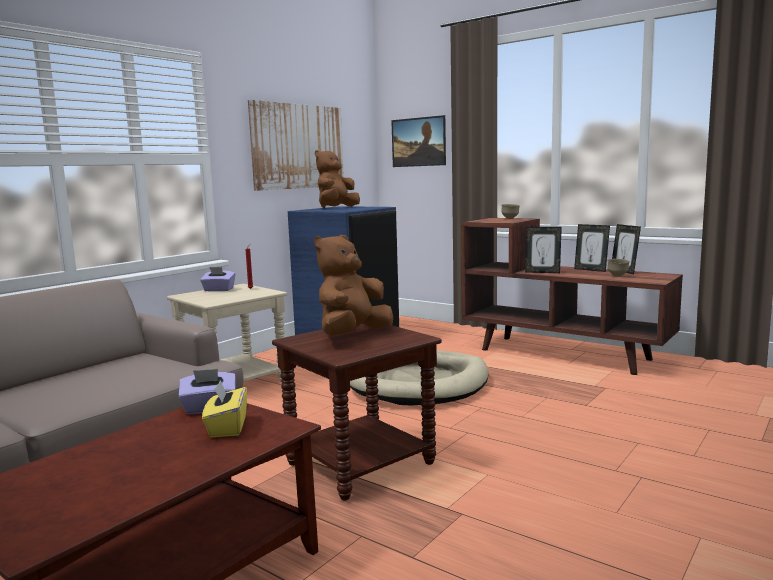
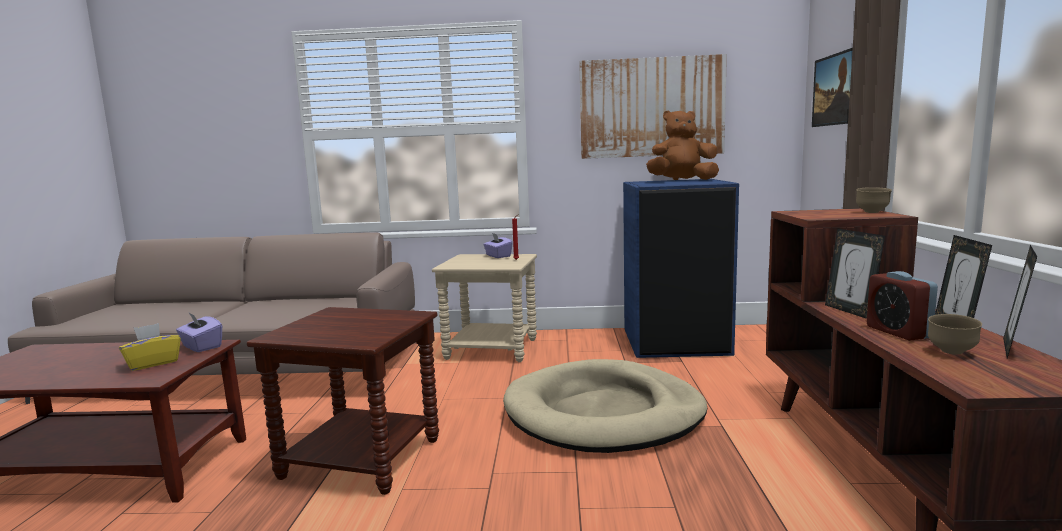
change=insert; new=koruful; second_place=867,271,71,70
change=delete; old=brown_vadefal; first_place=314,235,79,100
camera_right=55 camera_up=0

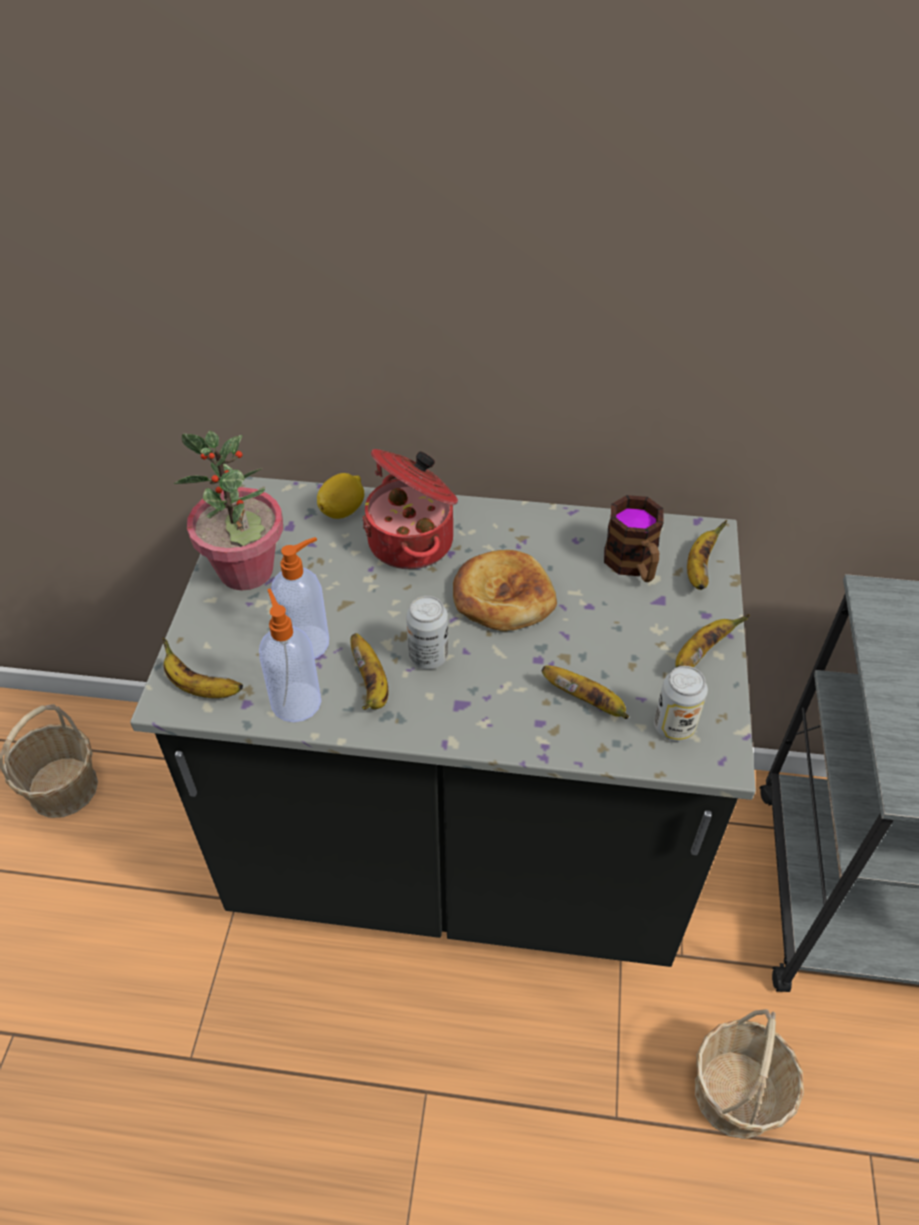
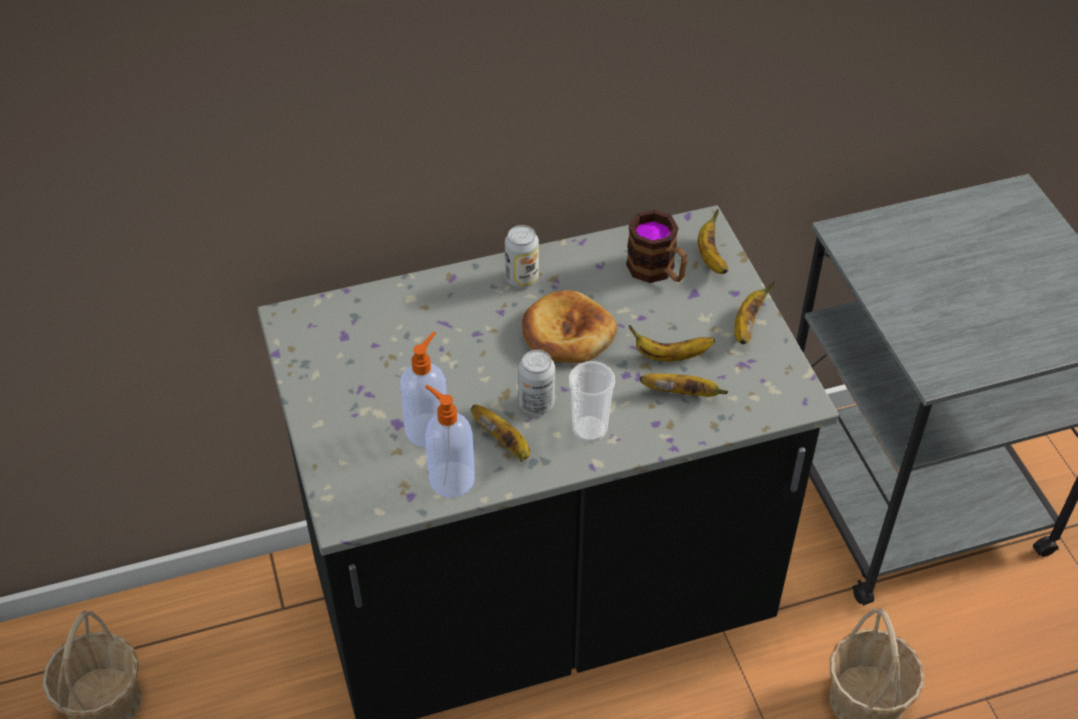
change=move; old=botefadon; first_place=654,666,54,76; second_place=505,225,34,63
change=insert; new=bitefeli; second_place=569,361,46,81
change=move; old=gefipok; first_place=163,637,80,61; second_place=629,325,86,37
change=delete; old=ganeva; first_place=174,431,109,159
change=delete; old=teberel; first_place=317,473,47,46
change=delete; old=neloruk; first_place=362,449,96,120
camera_right=-25 camera_up=0

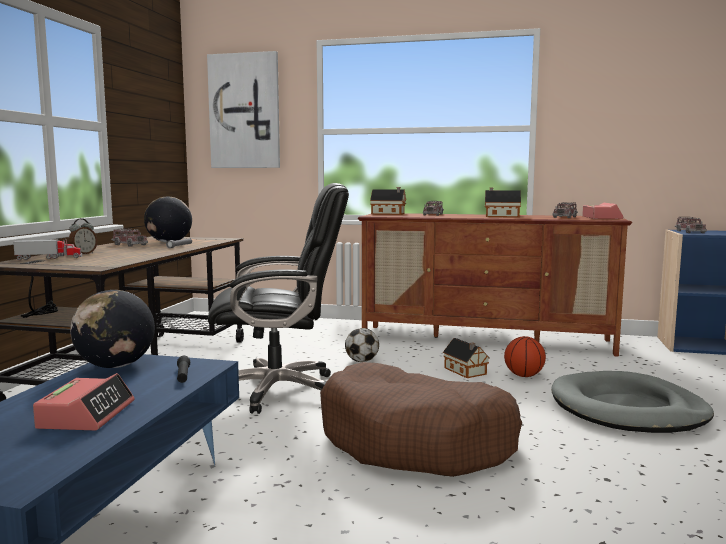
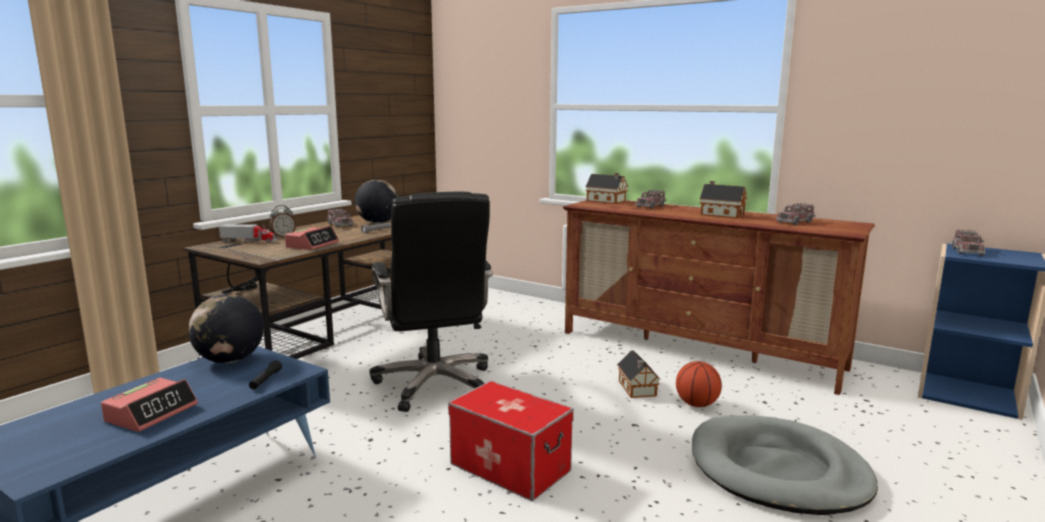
change=move; old=koruful; first_place=582,203,41,16; second_place=285,226,54,24
change=rotate; old=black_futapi; first_place=208,183,141,231; second_place=370,192,123,220; degrees=60
change=replace; old=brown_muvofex; new=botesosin; first_place=320,362,202,115; second_place=448,381,126,120
change=delete; old=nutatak; first_place=207,51,73,117
change=delete; old=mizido; first_place=345,328,34,34
camera_right=20 camera_up=5

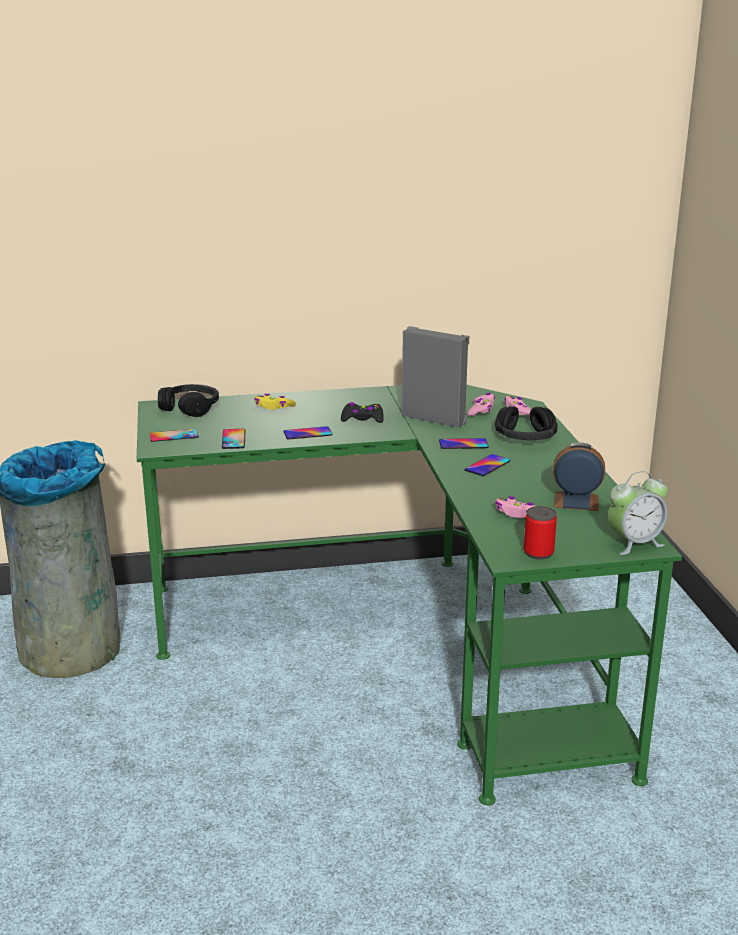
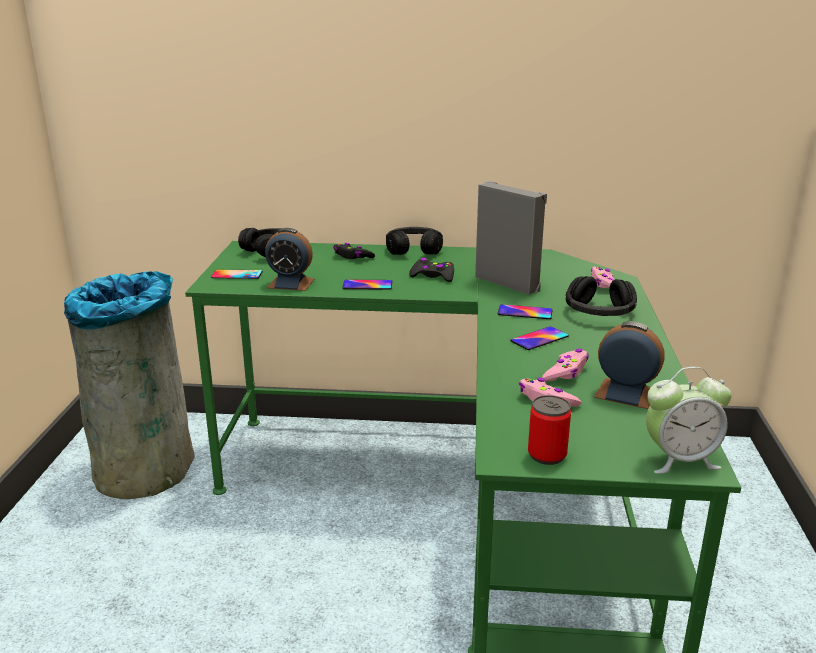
change=replace; old=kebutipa; new=koruful; first_place=222,429,23,20; second_place=265,228,49,63
change=recolor; old=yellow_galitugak; new=black_galitugak; first_place=254,394,42,16; second_place=333,243,42,16
change=insert; new=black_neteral; second_place=386,227,57,28
change=move; old=pink_galitugak; first_place=467,393,28,23; second_place=542,349,47,32
camera_right=15 camera_up=0

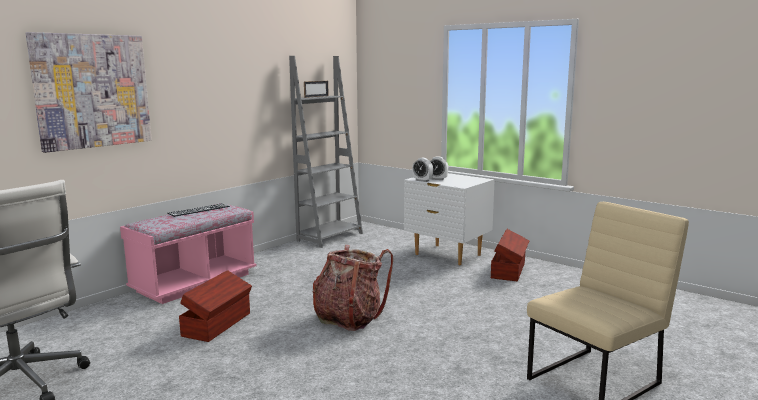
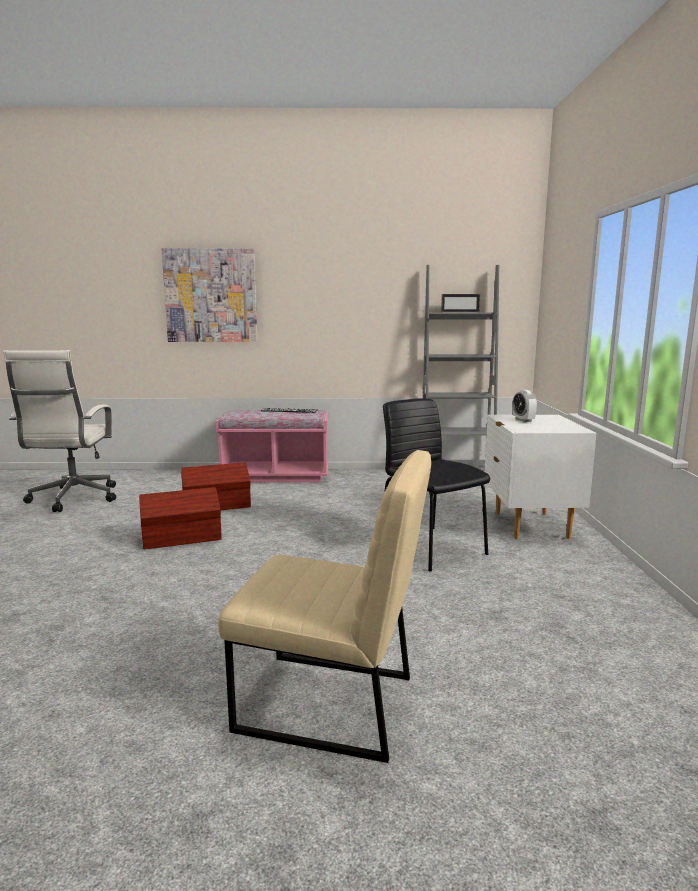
change=move; old=brown_botesosin; first_place=491,229,38,52; second_place=139,487,83,63
change=insert; new=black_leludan; second_place=383,398,107,174
change=delete; old=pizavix; first_place=313,245,80,86
change=delete; old=koruful; first_place=412,158,21,24
camera_right=50 camera_up=0

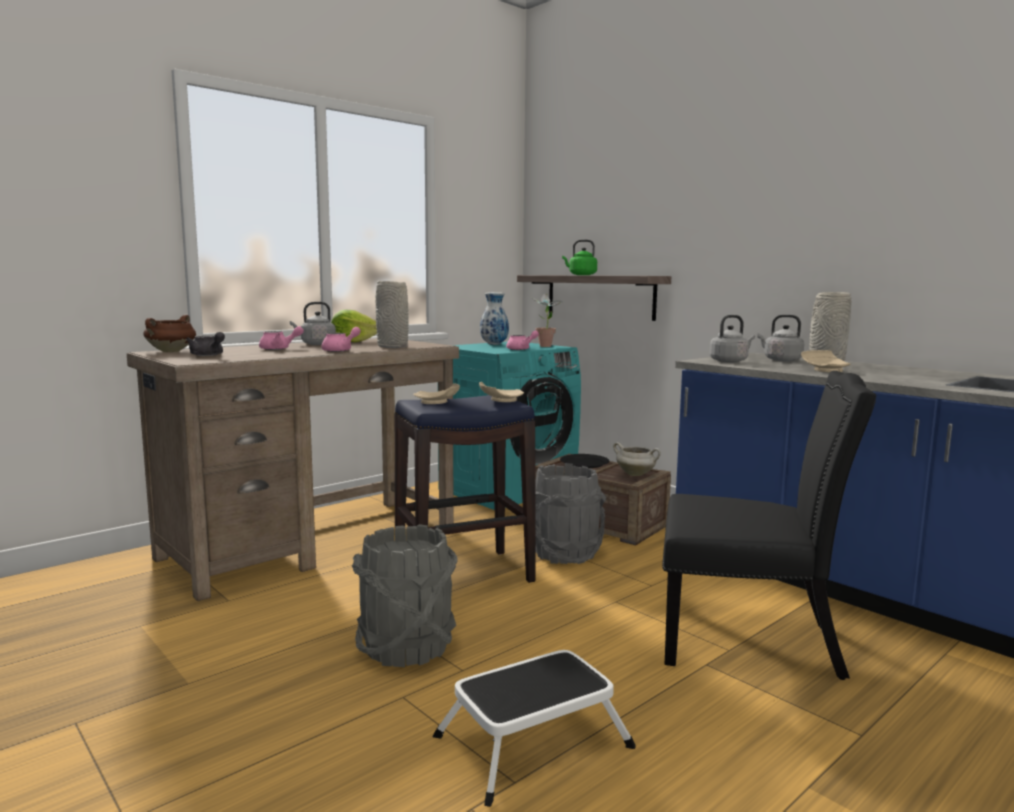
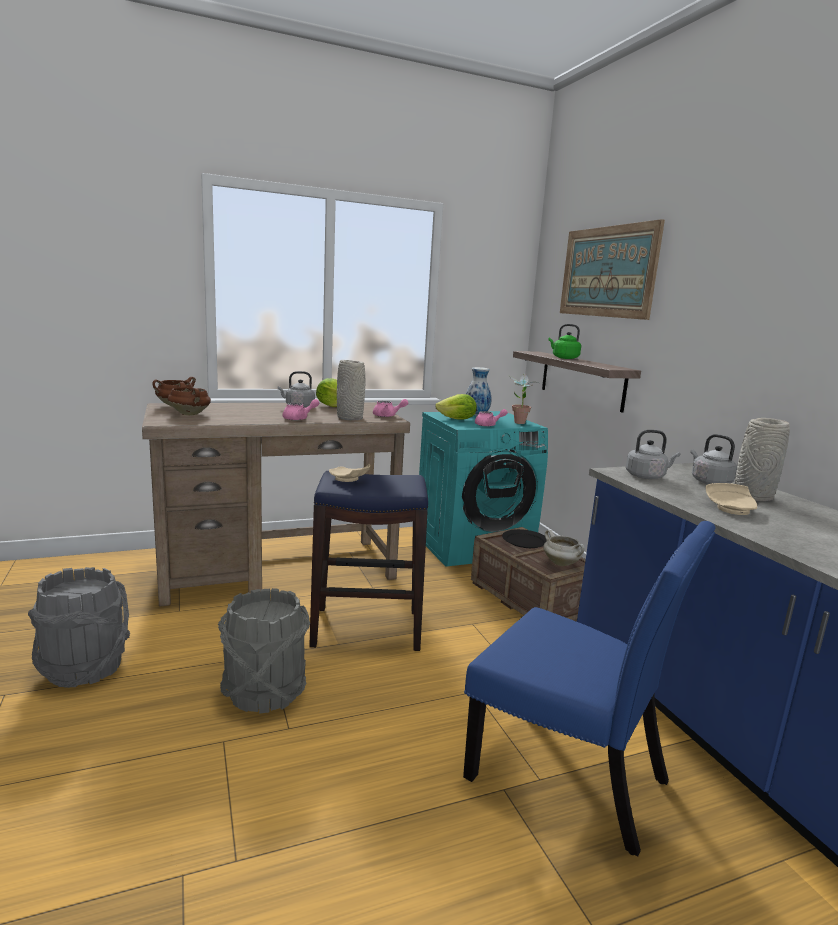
change=move; old=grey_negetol; first_place=535,463,71,101; second_place=28,567,103,121
change=replace; old=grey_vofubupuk; new=brown_neloruk; first_place=186,332,39,24; second_place=168,382,43,33
change=move; old=pink_vofubupuk; first_place=259,326,45,24; second_place=373,399,35,18
change=insert; new=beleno; second_place=435,394,42,26
change=recolor; old=black_leludan; new=blue_leludan; first_place=662,371,214,309; second_place=463,521,252,335
change=insert; new=nutatak; second_place=560,219,105,101
change=delete; old=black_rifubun; first_place=432,650,204,157
change=delete; old=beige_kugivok; first_place=479,382,45,20
camera_right=20 camera_up=5

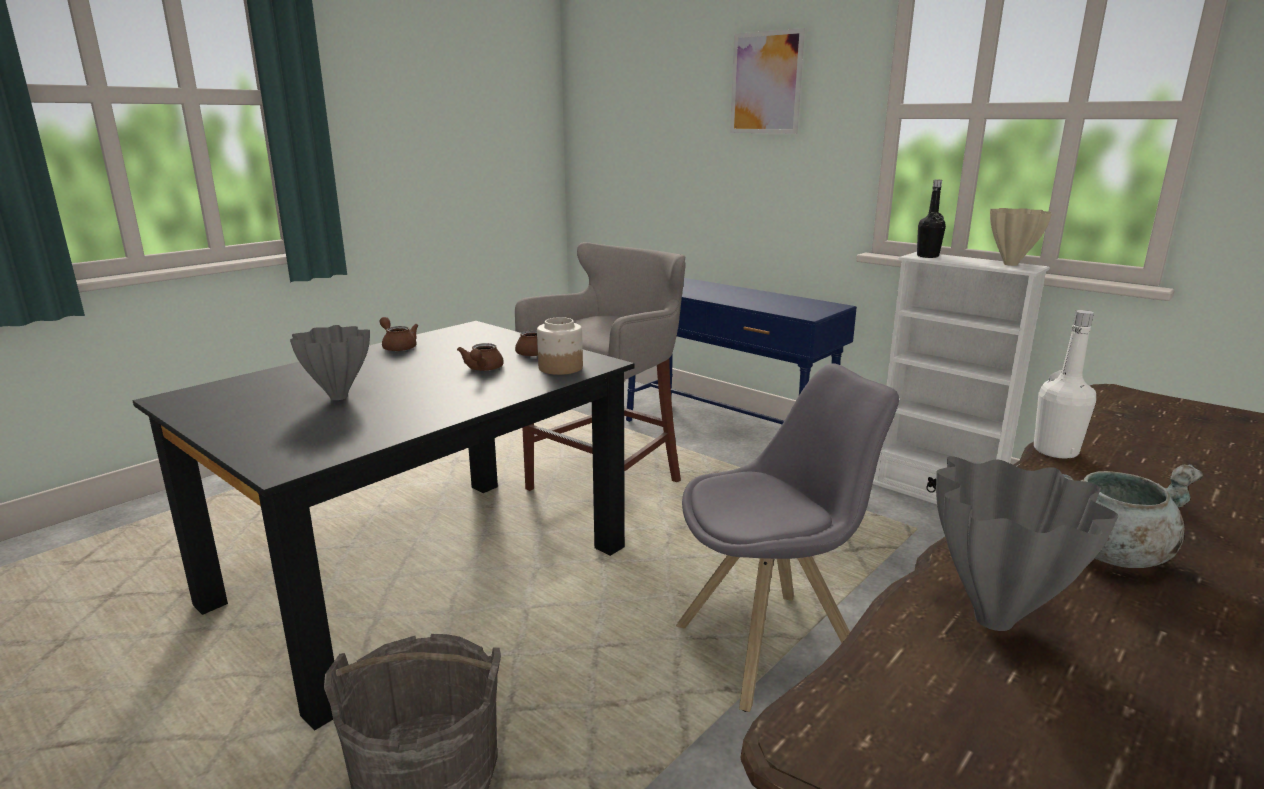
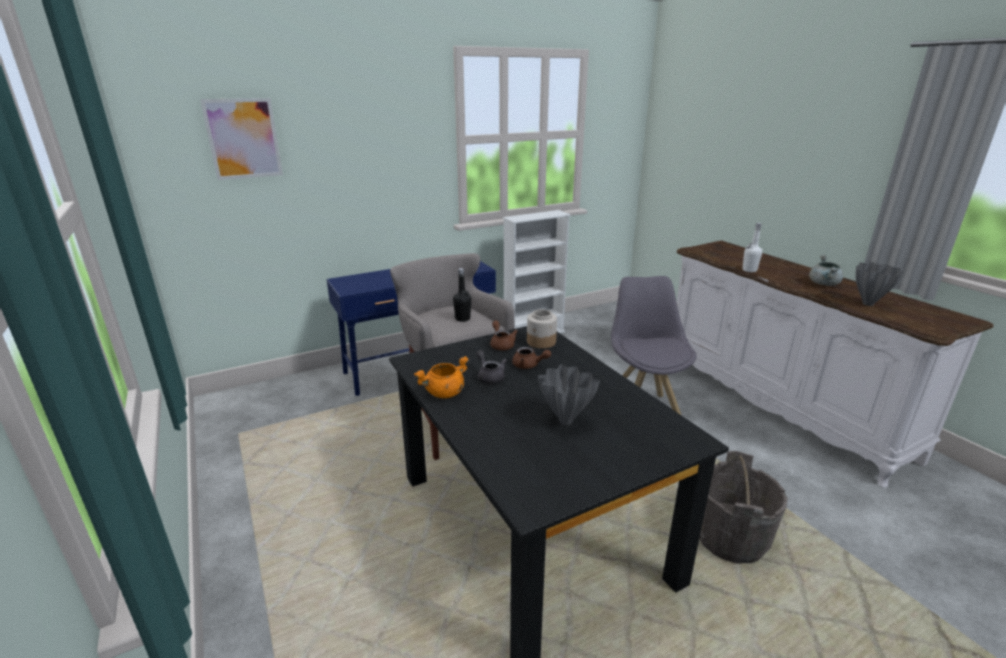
change=move; old=nutatak; first_place=730,28,75,106; second_place=200,98,83,82
change=replace; old=brown_vofubupuk; new=orange_neloruk; first_place=380,317,38,34; second_place=414,356,55,42
change=move; old=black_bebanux; first_place=917,180,29,78; second_place=453,268,18,54
change=insert; new=grey_vofubupuk; second_place=476,350,31,34
change=delete; old=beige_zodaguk; first_place=990,208,62,58
camera_right=-70 camera_up=5

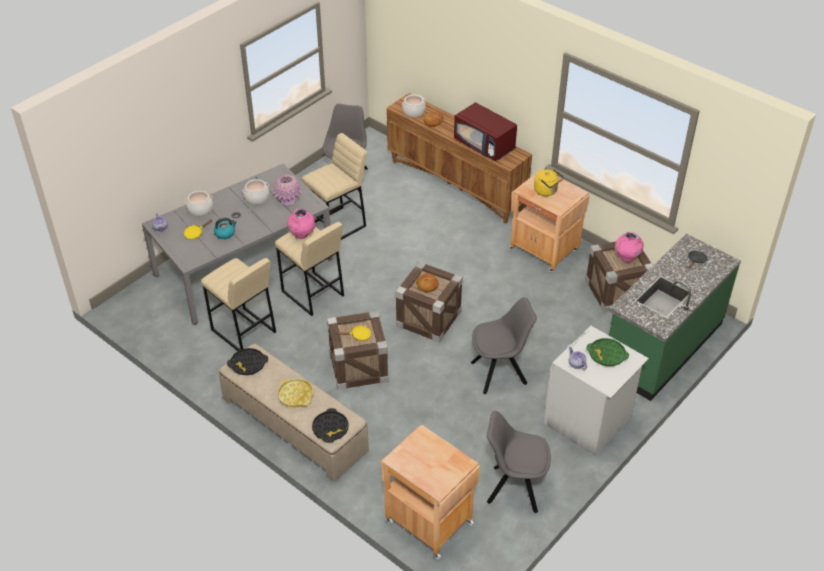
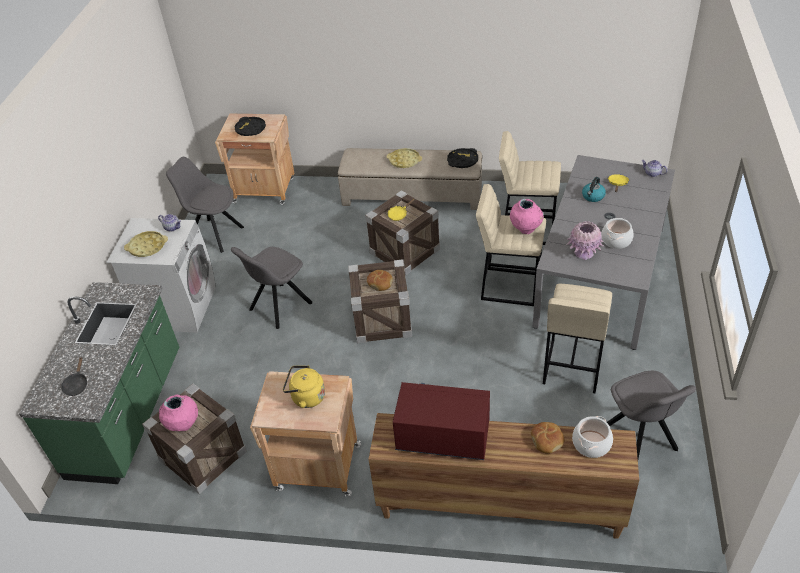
change=recolor; old=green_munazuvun; new=yellow_munazuvun; first_place=586,338,43,28; second_place=124,231,44,26
change=rotate; old=grey_leludan; first_place=487,411,64,102; second_place=166,157,78,96; degrees=-135
change=move; old=black_munazuvun; first_place=312,408,37,35; second_place=235,117,31,19
change=delete; old=neloruk; first_place=185,191,28,25
camera_right=150 camera_up=0

